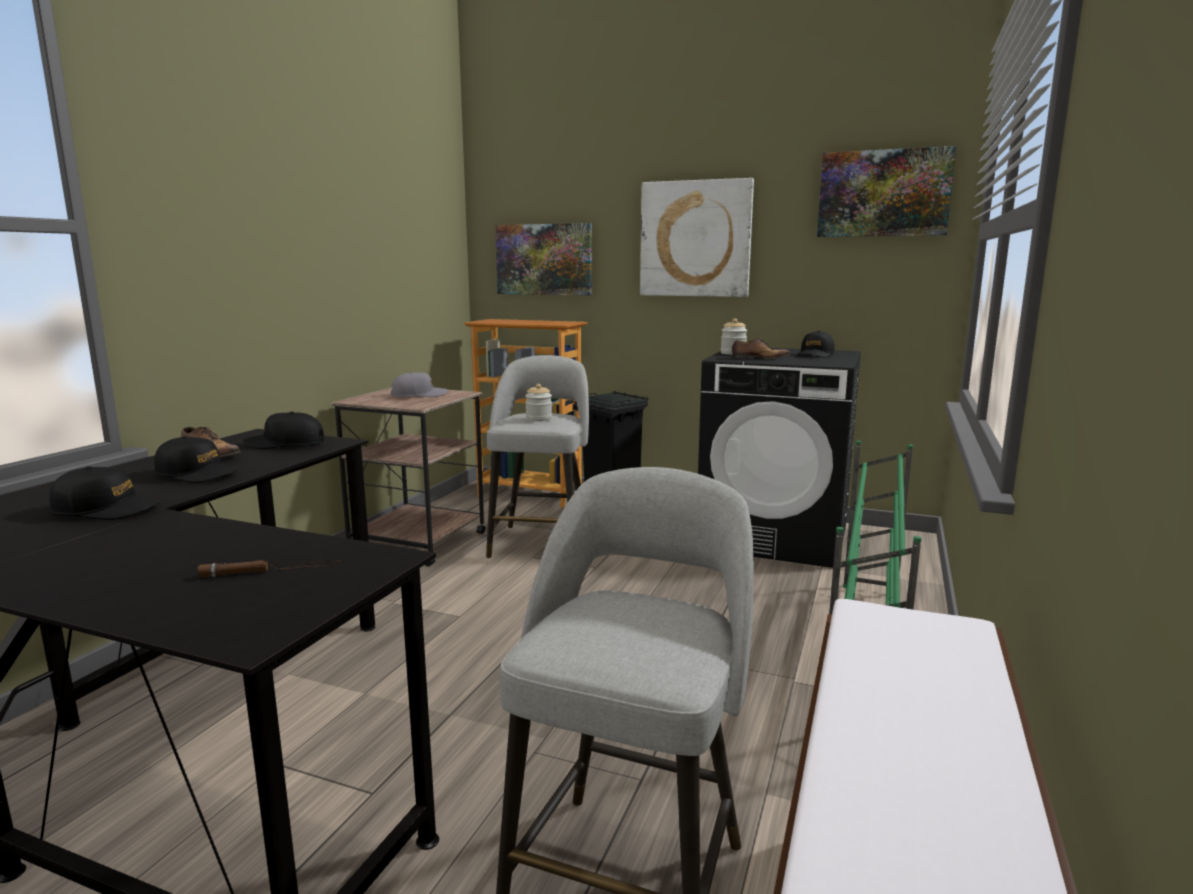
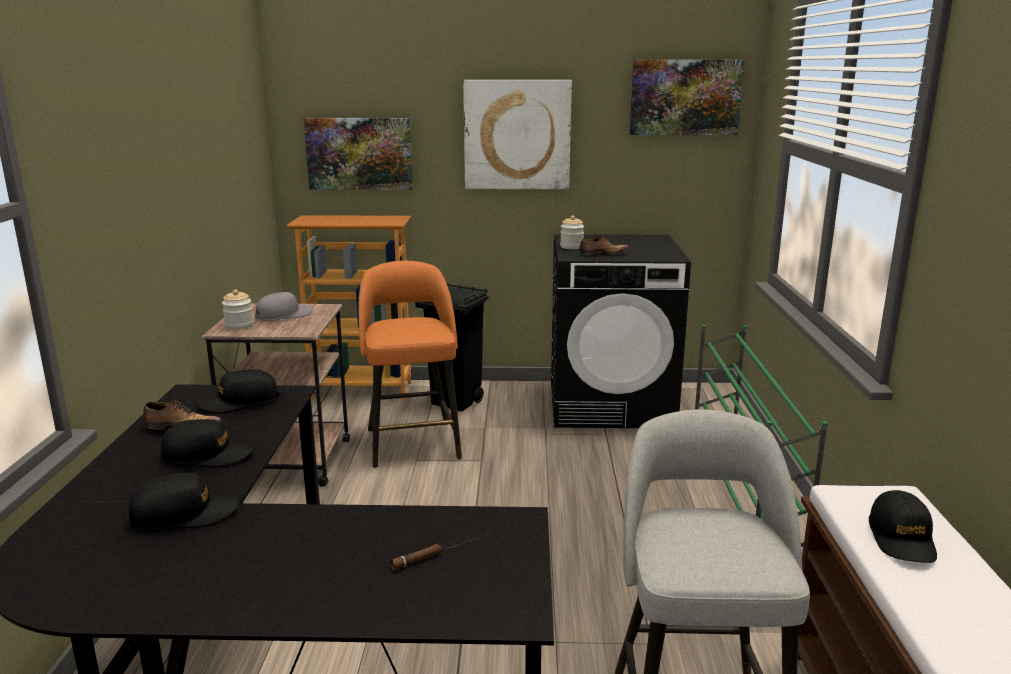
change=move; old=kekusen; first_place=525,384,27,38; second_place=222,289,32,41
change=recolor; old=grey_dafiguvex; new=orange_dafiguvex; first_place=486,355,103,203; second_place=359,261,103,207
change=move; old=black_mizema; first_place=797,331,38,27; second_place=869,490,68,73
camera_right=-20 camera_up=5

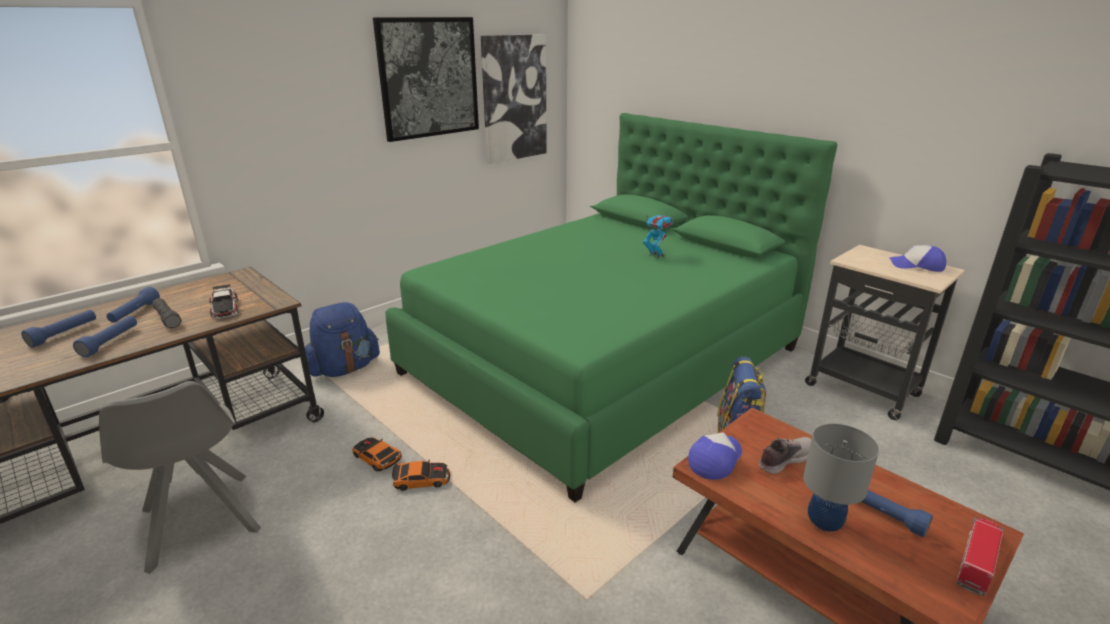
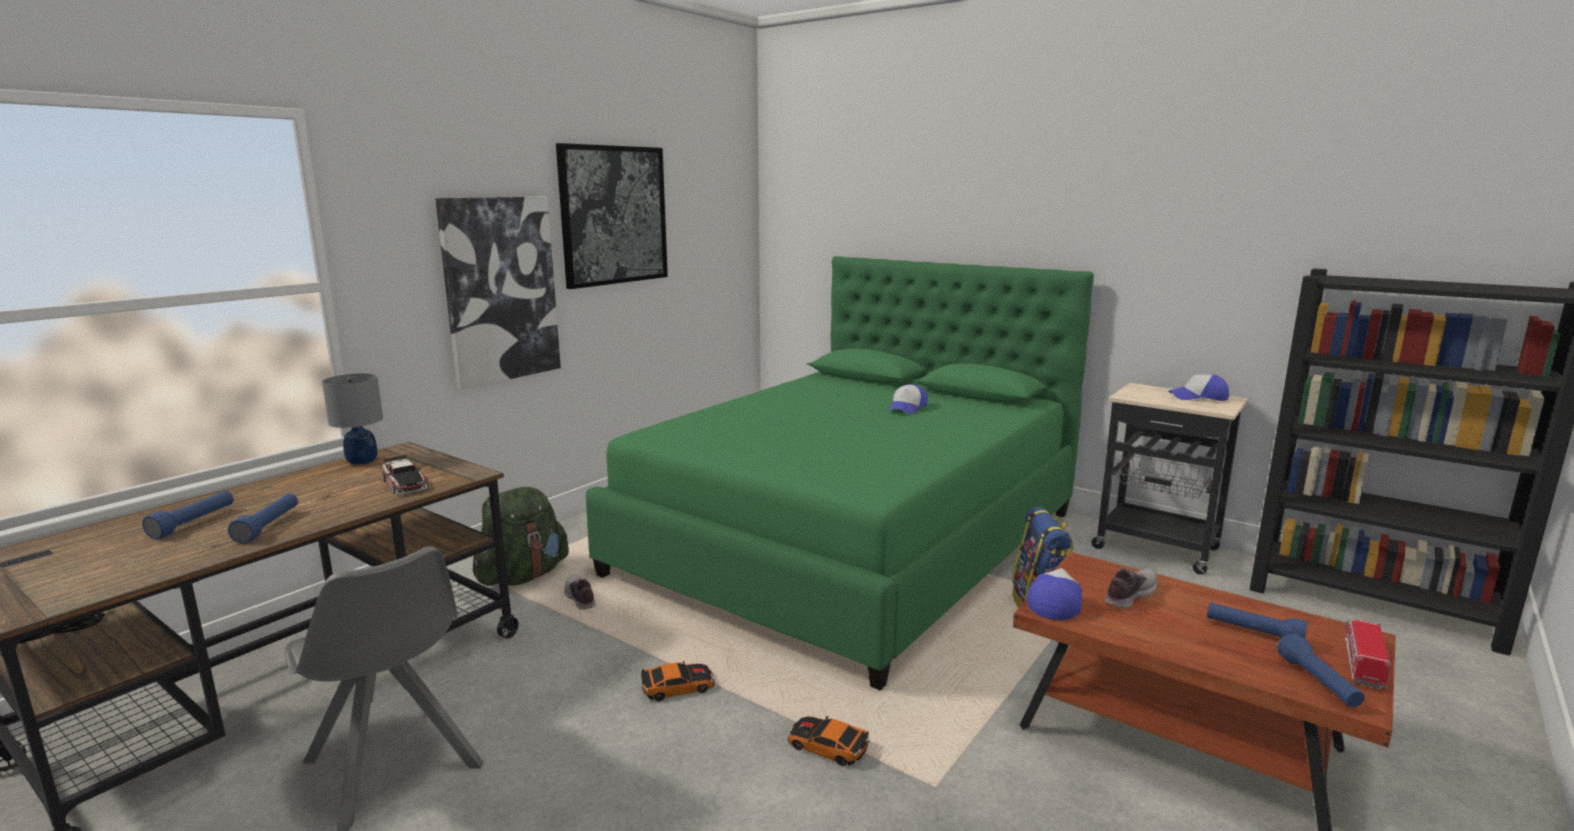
change=move; old=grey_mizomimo; first_place=803,423,76,109; second_place=322,373,61,92
change=move; old=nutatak; first_place=481,34,66,130; second_place=435,197,126,193
change=recolor; old=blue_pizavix; new=green_pizavix; first_place=305,302,75,75; second_place=473,487,96,99
change=insert; new=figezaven; second_place=564,575,32,35
change=move; old=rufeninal; first_place=352,437,50,35; second_place=788,716,82,50
change=replace; old=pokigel; new=mizema; first_place=643,213,30,46; second_place=889,384,39,30
change=move; old=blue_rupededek; first_place=107,287,53,36; second_place=1277,633,87,74
change=delete; old=black_rupededek; first_place=152,298,29,30
camera_right=-10 camera_up=-10

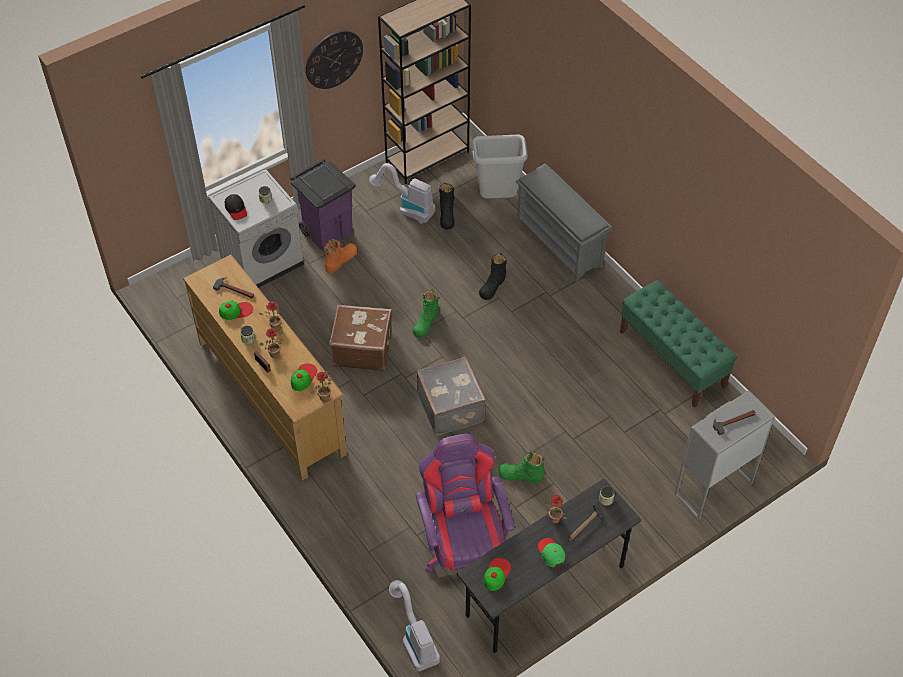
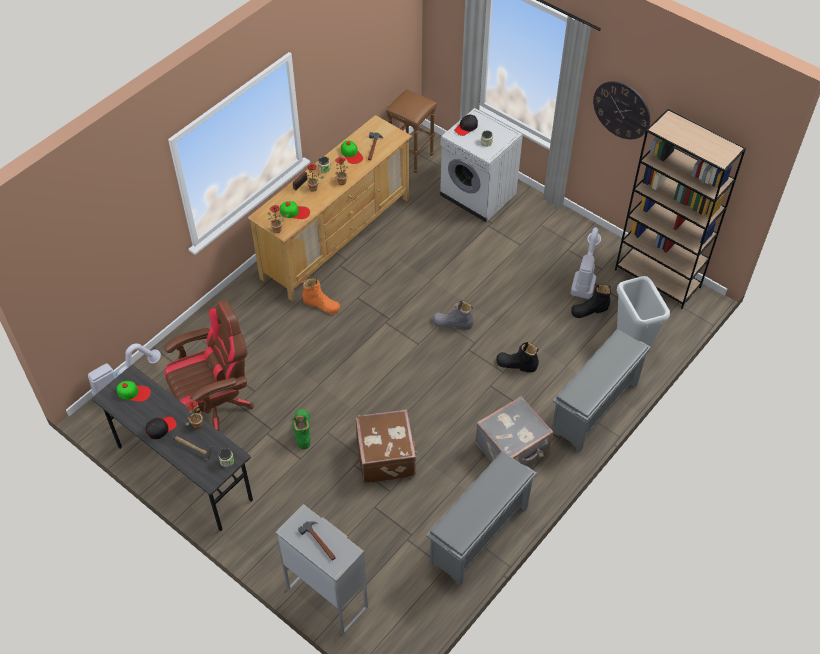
change=recolor; old=green_mizema; new=black_mizema; first_place=537,538,28,29; second_place=145,417,32,22
change=recolor; old=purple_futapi; new=brown_futapi; first_place=415,433,100,140; second_place=164,300,90,132
change=move; old=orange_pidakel; first_place=324,239,33,35; second_place=302,278,38,36
change=move; old=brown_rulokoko; first_place=329,305,63,66; second_place=355,410,62,73
change=insert; new=brown_dafiguvex; second_place=386,89,51,84
change=replace; old=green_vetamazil; new=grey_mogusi; first_place=620,280,117,128; second_place=426,451,111,135
change=recolor; old=green_pidakel; new=grey_pidakel; first_place=413,289,26,49; second_place=433,300,41,30
change=move; old=grey_rulokoko; first_place=417,357,69,79; second_place=476,396,77,70
change=delete; old=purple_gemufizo; first_place=290,159,66,92
camera_right=75 camera_up=0

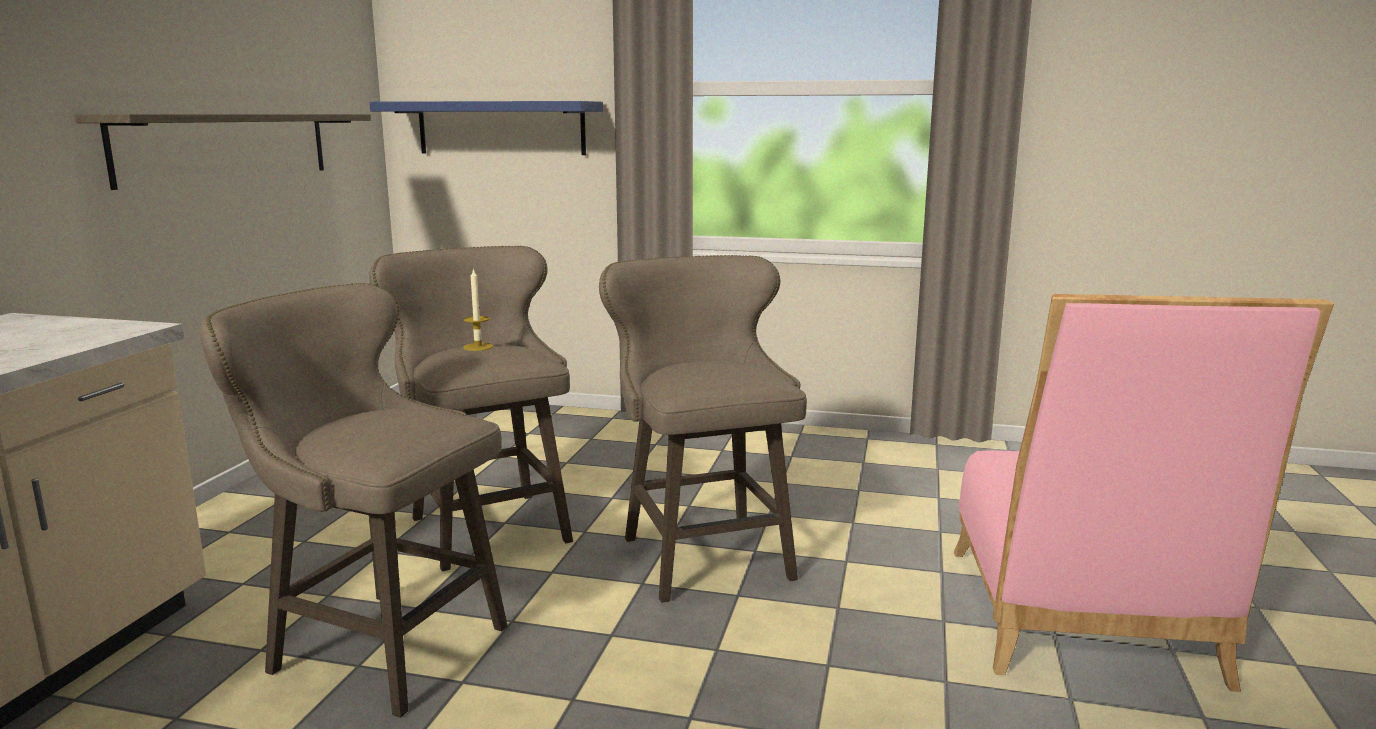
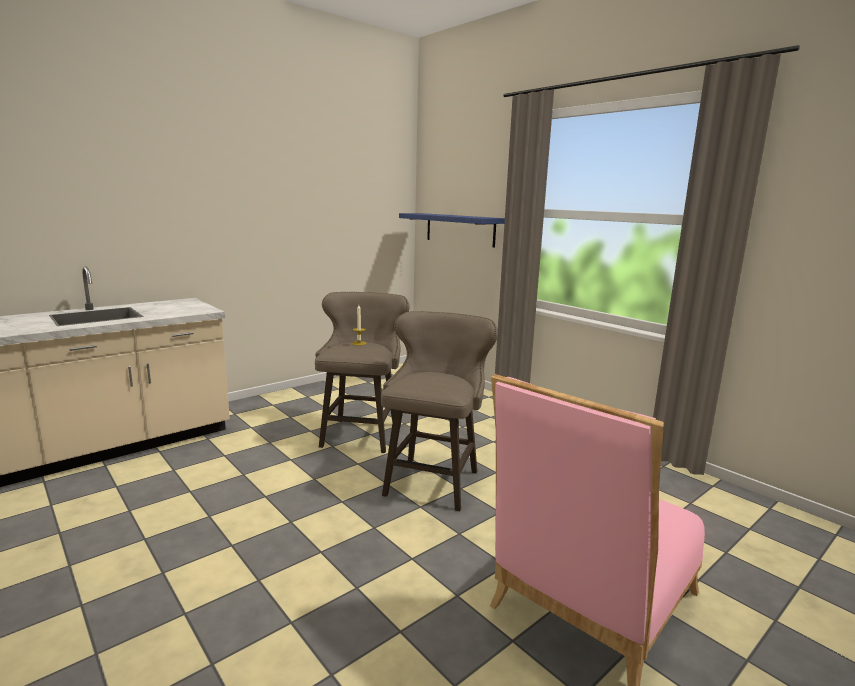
change=delete; old=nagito; first_place=75,114,296,76
change=delete; old=beige_dafiguvex; first_place=200,283,308,435
camera_right=35 camera_up=0

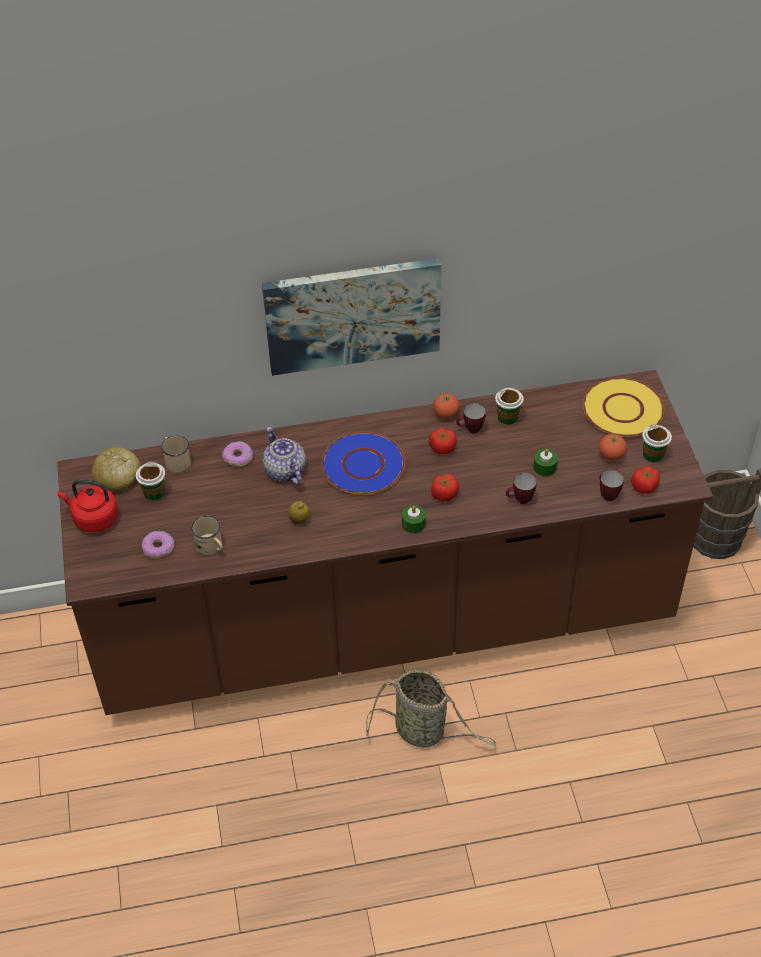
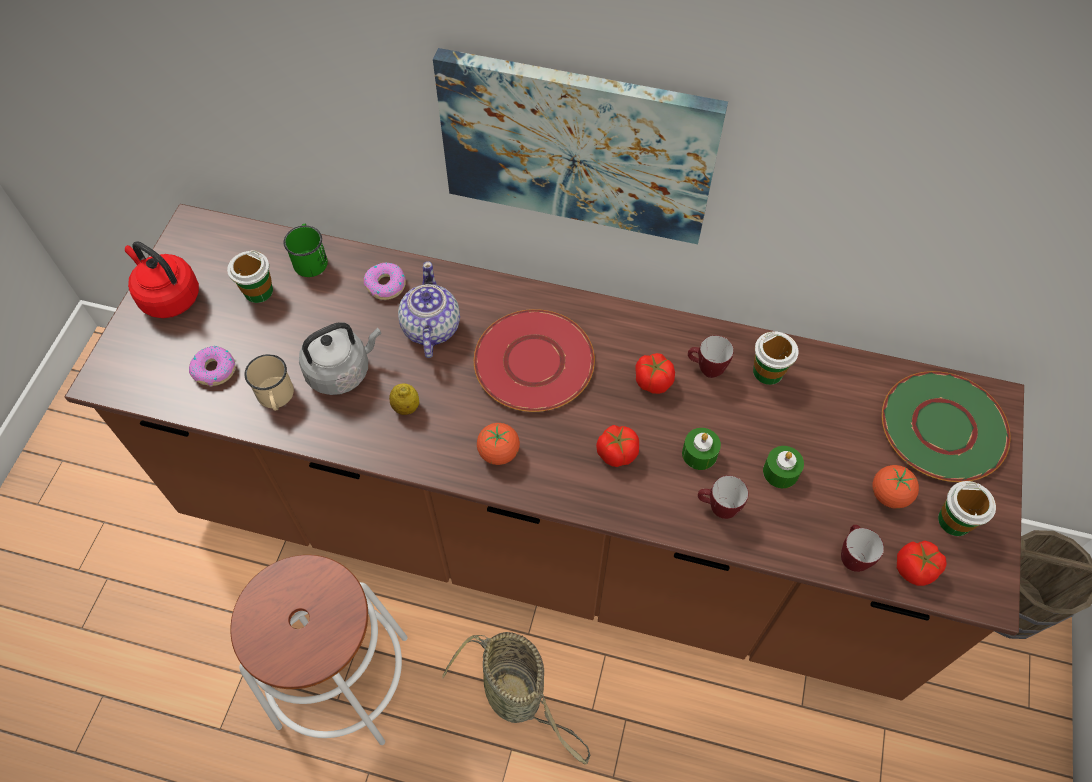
change=insert; new=white_dafiguvex; second_place=230,555,178,190
change=recolor; old=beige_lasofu; new=green_lasofu; first_place=161,435,30,38; second_place=283,224,45,53
change=insert; new=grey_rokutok; second_place=299,322,82,73
change=recolor; old=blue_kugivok; new=red_kugivok; first_place=322,432,83,63; second_place=474,309,121,103
change=move; old=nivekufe; first_place=433,393,27,26; second_place=477,423,43,42
change=move; old=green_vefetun; first_place=402,505,24,29; second_place=682,428,39,42
change=recolor; old=yellow_kugivok; new=green_kugivok; first_place=583,378,81,59; second_place=882,371,128,111
change=delete; old=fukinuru; first_place=92,447,49,44
camera_right=25 camera_up=10

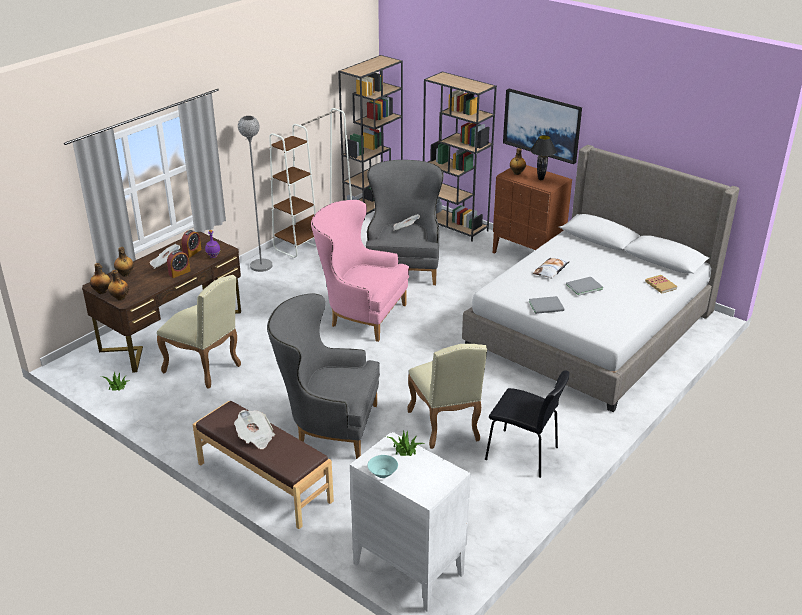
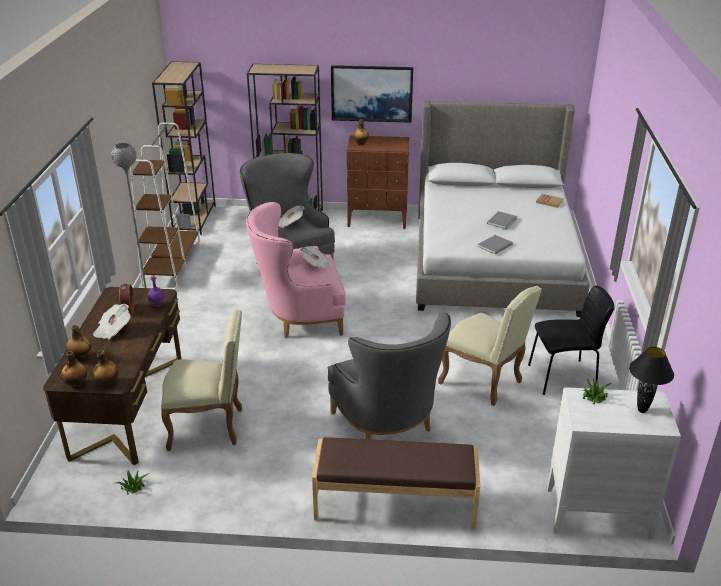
change=move; old=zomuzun; first_place=234,410,41,39; second_place=300,246,31,23
change=rotate; old=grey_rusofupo; first_place=267,293,113,166; second_place=328,313,123,126; degrees=-90
change=move; old=black_mizomimo; first_place=530,135,27,45; second_place=629,347,45,66
change=delete; old=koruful; first_place=167,250,23,28
change=delete; old=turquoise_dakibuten; first_place=368,455,30,23
change=delete; old=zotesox; first_place=533,258,36,21
camera_right=-35 camera_up=0

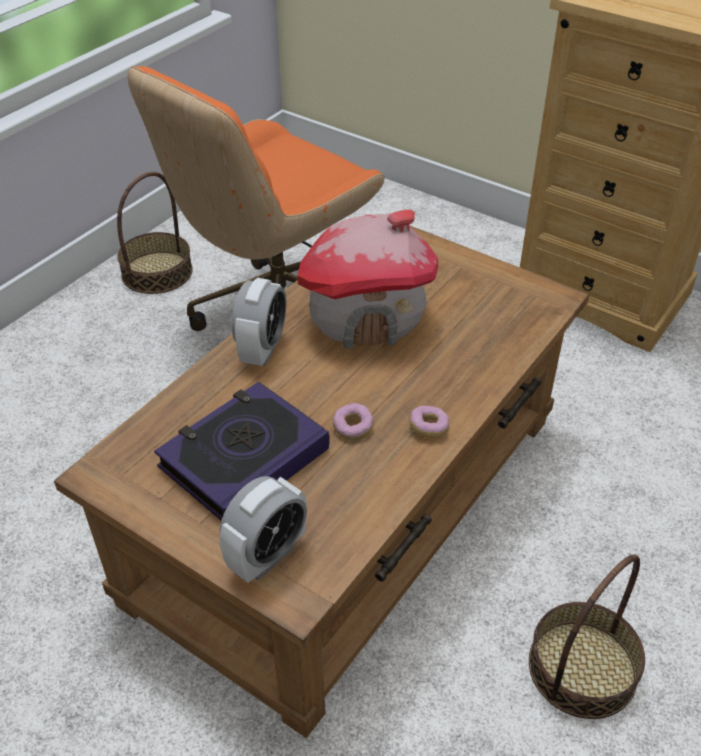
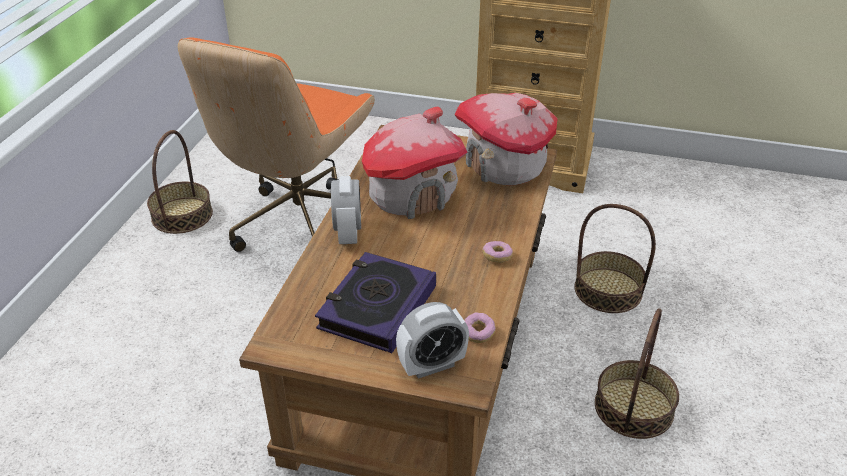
change=rotate; old=koruful; first_place=220,476,87,107; second_place=396,302,73,77; degrees=45
change=insert; new=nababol; second_place=454,93,104,92
change=move; old=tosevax; first_place=333,403,41,37; second_place=464,313,32,30
change=insert; new=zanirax; second_place=574,204,82,109
camera_right=-20 camera_up=-5

